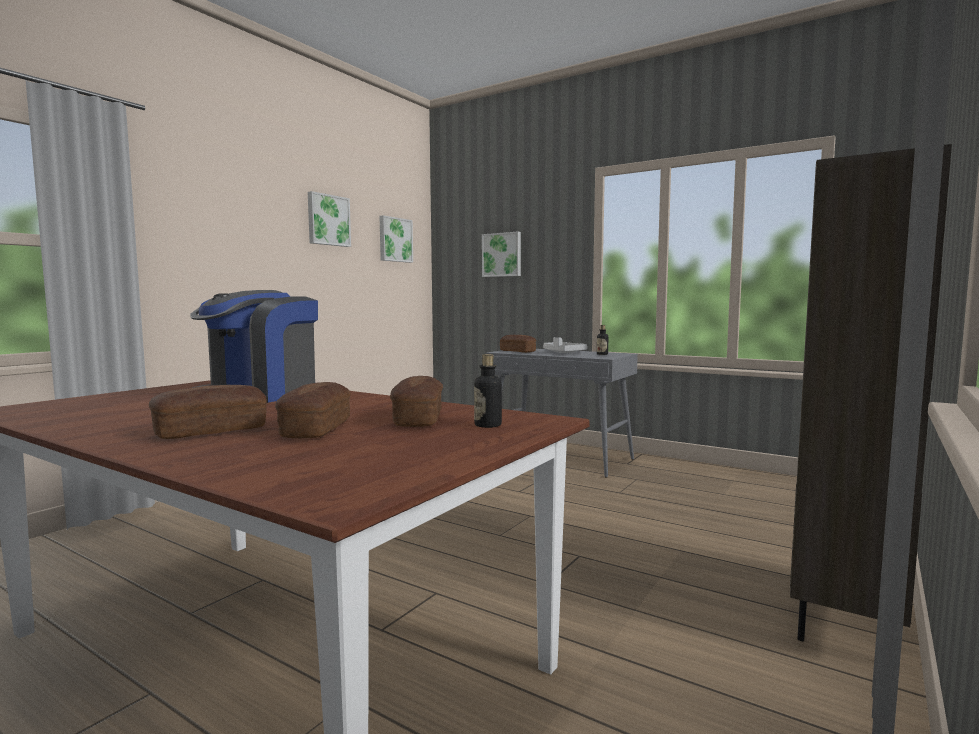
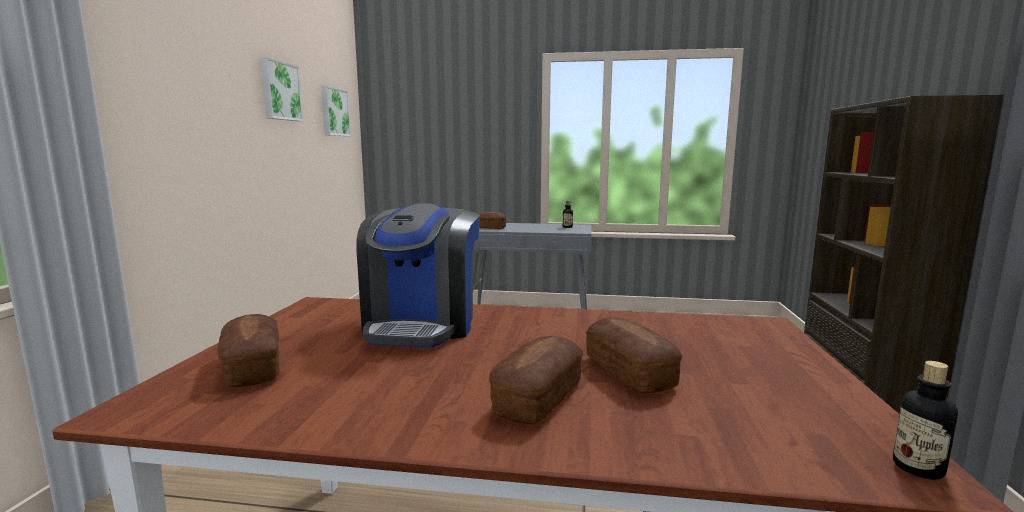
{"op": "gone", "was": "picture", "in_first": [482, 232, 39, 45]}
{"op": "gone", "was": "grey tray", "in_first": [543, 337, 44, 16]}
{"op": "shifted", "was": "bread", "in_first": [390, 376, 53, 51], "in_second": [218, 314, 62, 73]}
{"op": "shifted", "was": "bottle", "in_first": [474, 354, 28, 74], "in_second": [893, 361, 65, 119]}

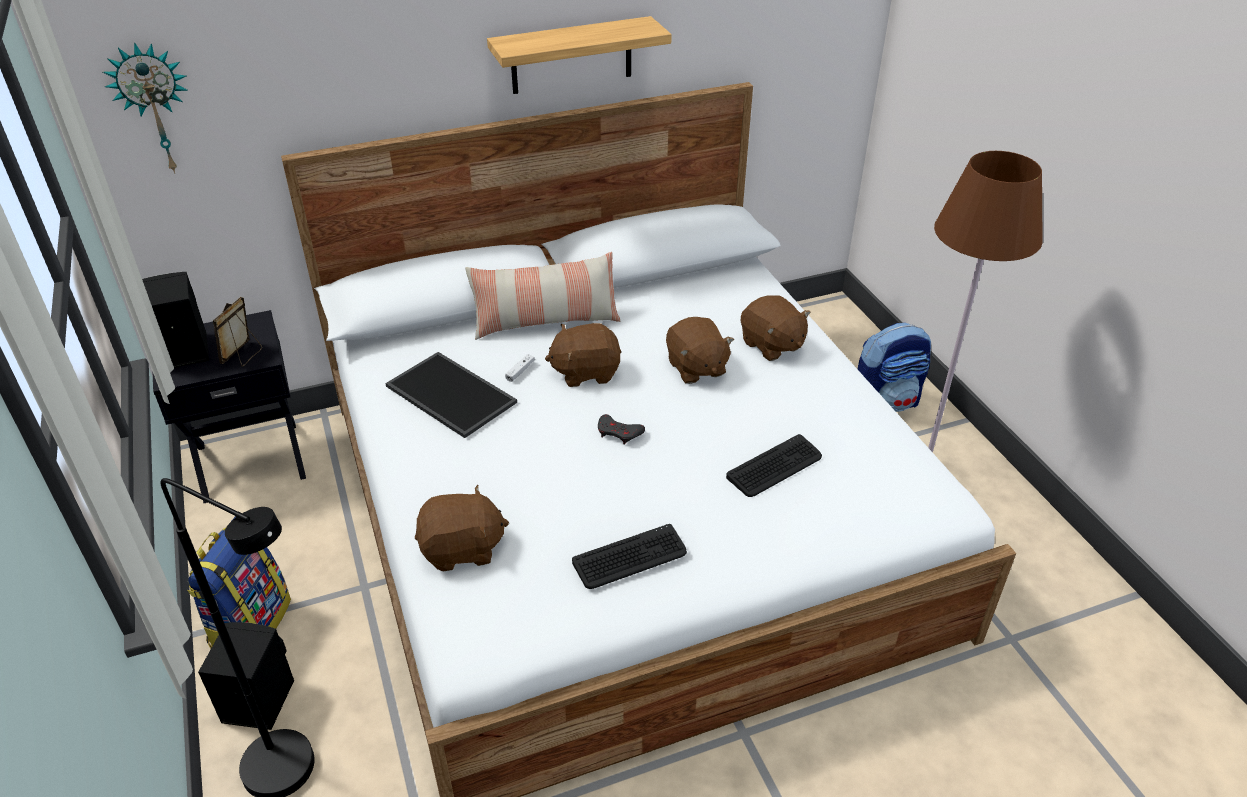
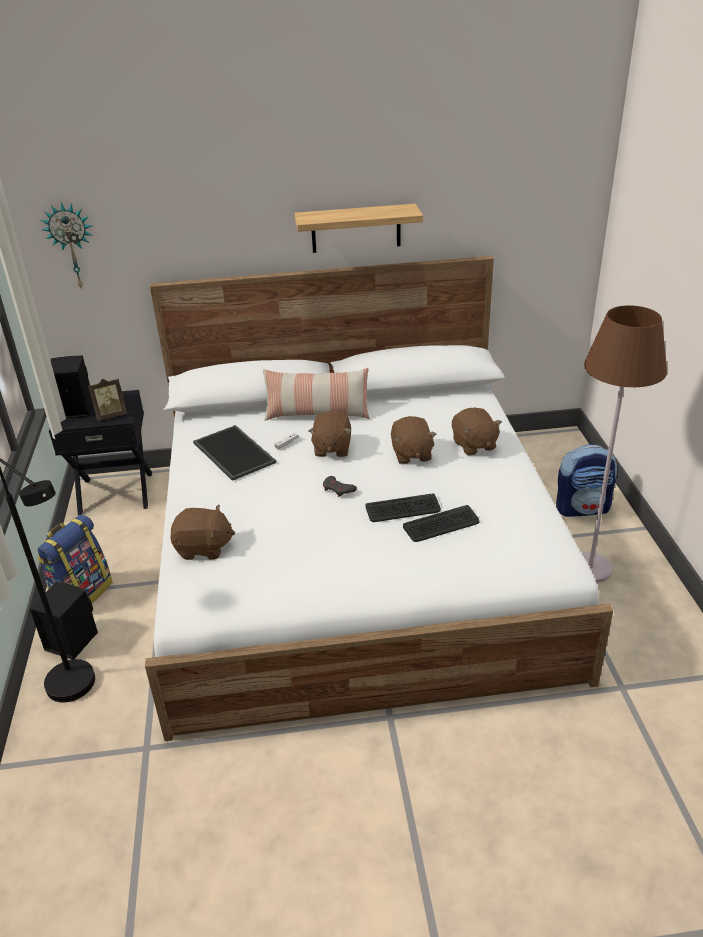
{"op": "shifted", "was": "keyboard", "in_first": [572, 524, 115, 65], "in_second": [366, 493, 75, 29]}
{"op": "rotated", "was": "picture frame", "in_first": [213, 297, 49, 69], "in_second": [88, 378, 39, 43], "clockwise": -150}
{"op": "rotated", "was": "brown plush toy", "in_first": [545, 323, 76, 64], "in_second": [308, 411, 43, 46], "clockwise": -90}

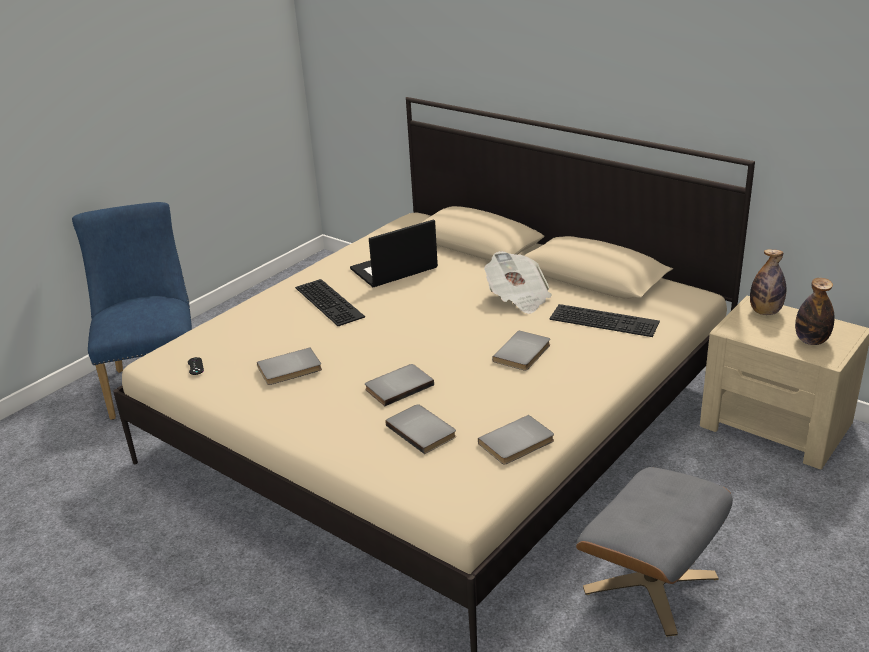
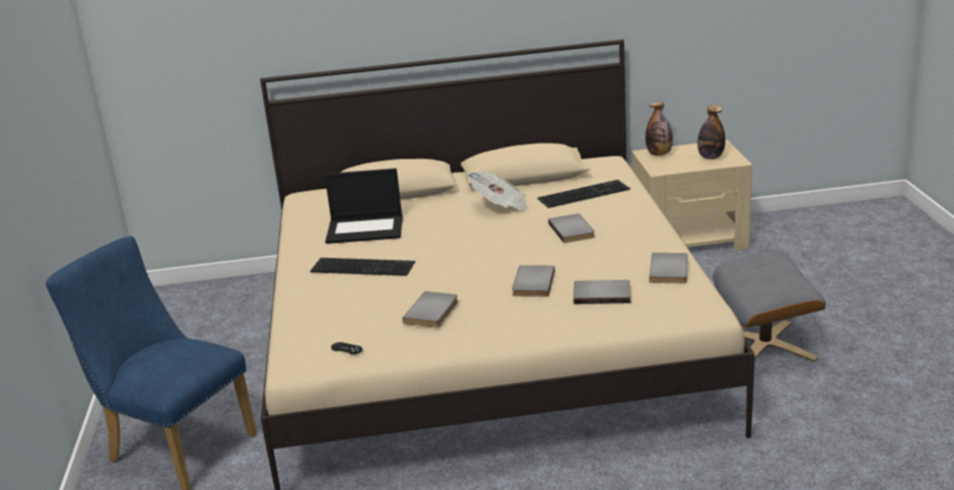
{"op": "rotated", "was": "laptop", "in_first": [350, 219, 88, 68], "in_second": [325, 168, 78, 76], "clockwise": -105}

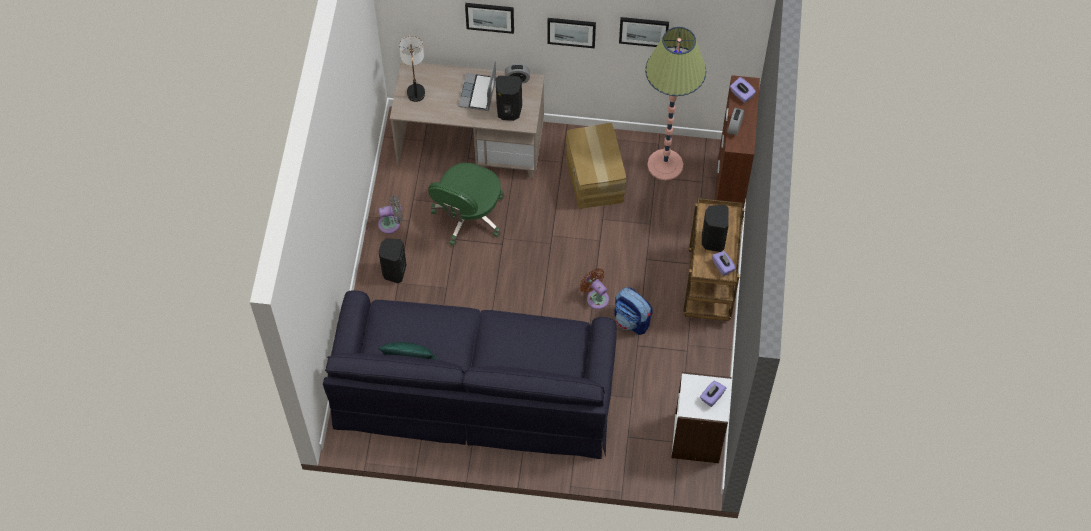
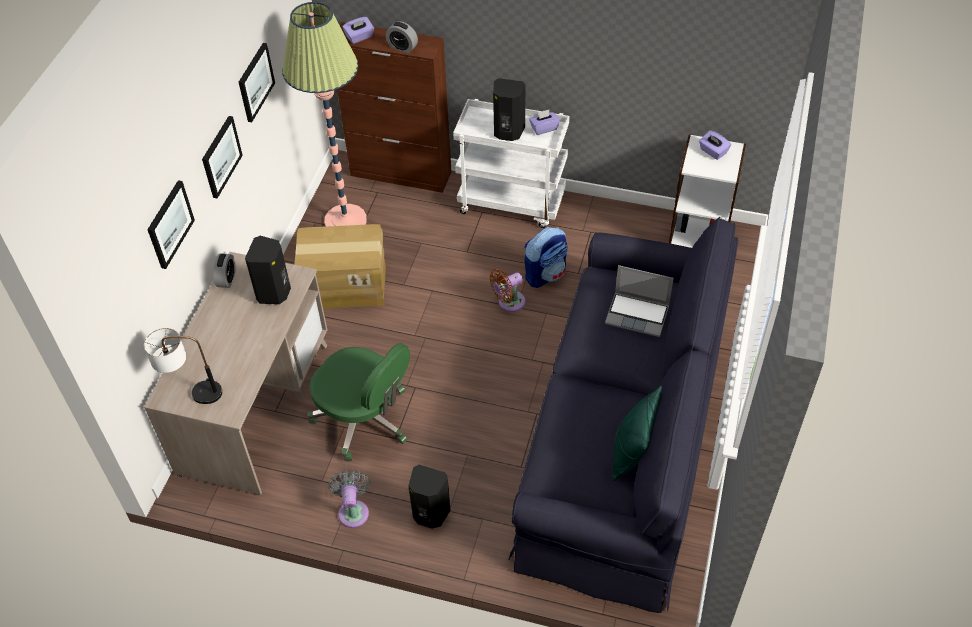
{"op": "shifted", "was": "laptop", "in_first": [458, 60, 38, 51], "in_second": [605, 265, 69, 72]}
{"op": "repainted", "was": "brown cart", "now": "white cart", "in_first": [683, 198, 62, 123], "in_second": [453, 99, 116, 129]}

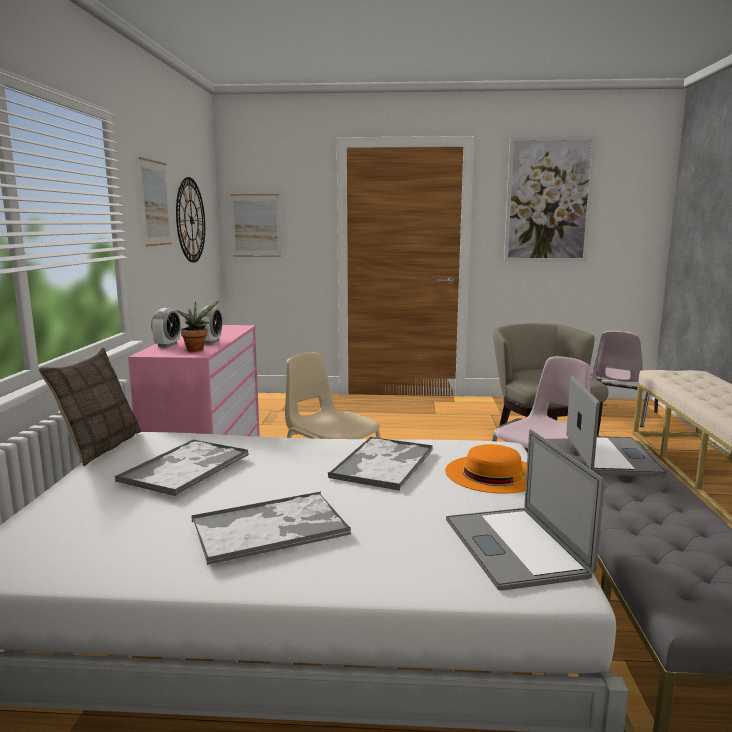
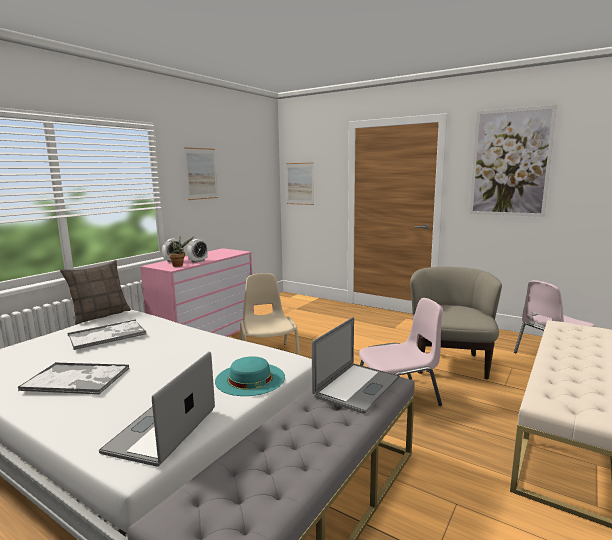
{"op": "gone", "was": "wall clock", "in_first": [176, 177, 29, 86]}
{"op": "gone", "was": "tray", "in_first": [328, 437, 105, 54]}
{"op": "repainted", "was": "orange hat", "now": "turquoise hat", "in_first": [445, 444, 82, 50], "in_second": [215, 356, 70, 40]}

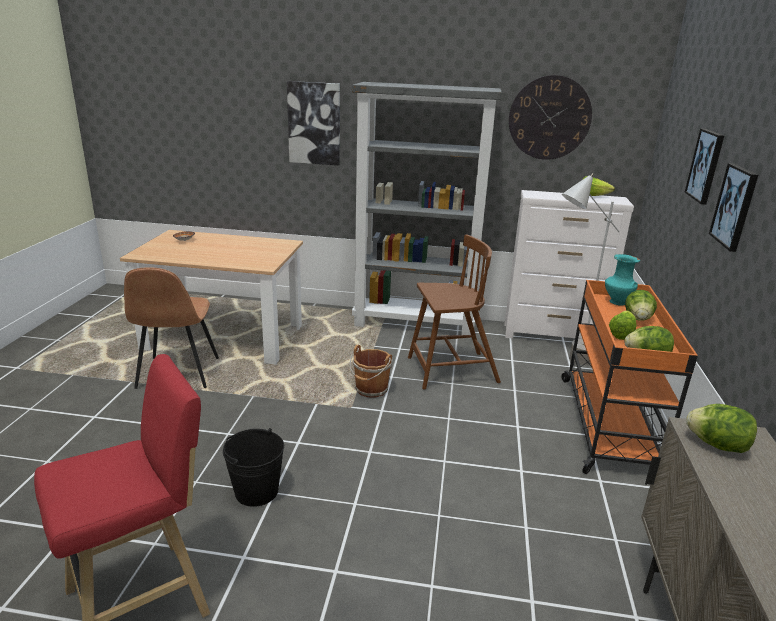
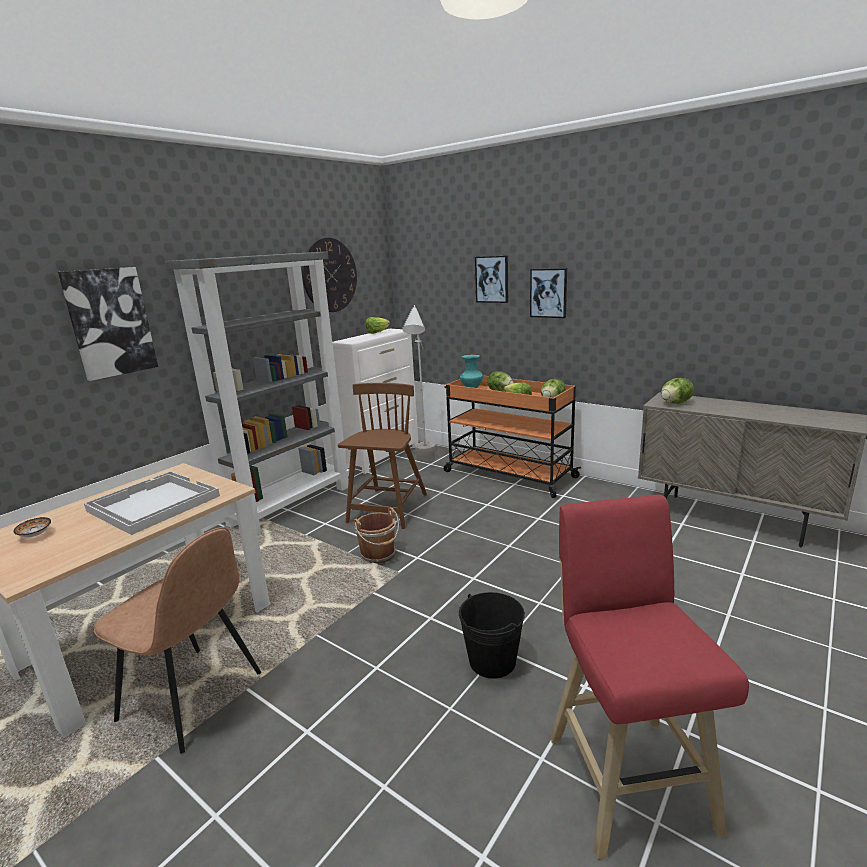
{"op": "new", "now": "white tray", "in_second": [84, 471, 136, 64]}

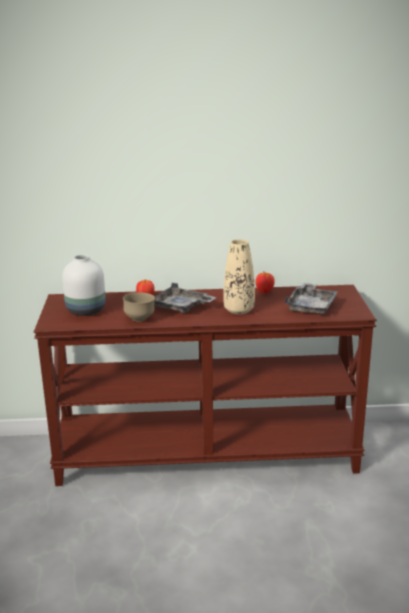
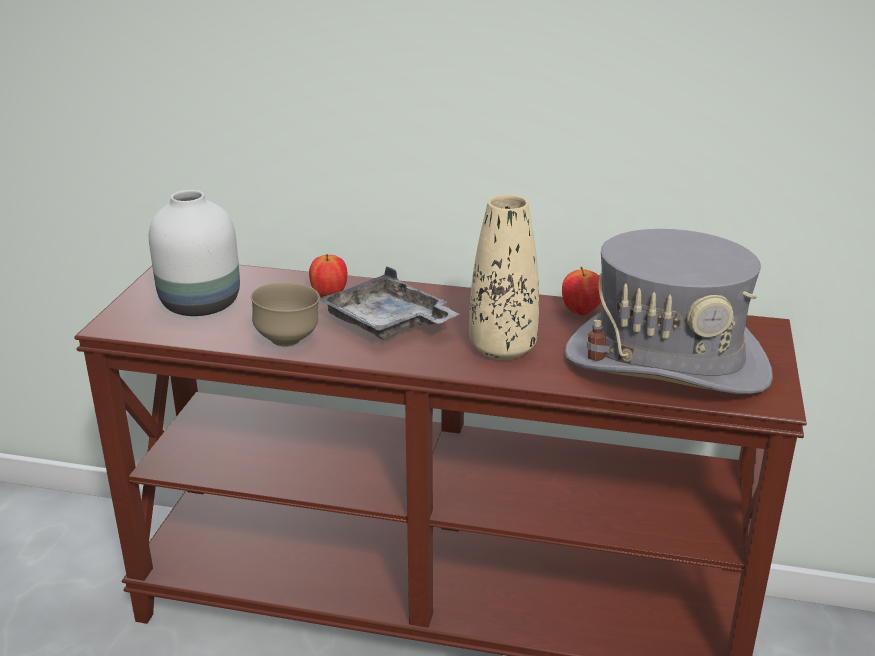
{"op": "swapped", "was": "grey tray", "now": "grey hat", "in_first": [285, 283, 53, 31], "in_second": [564, 229, 209, 165]}

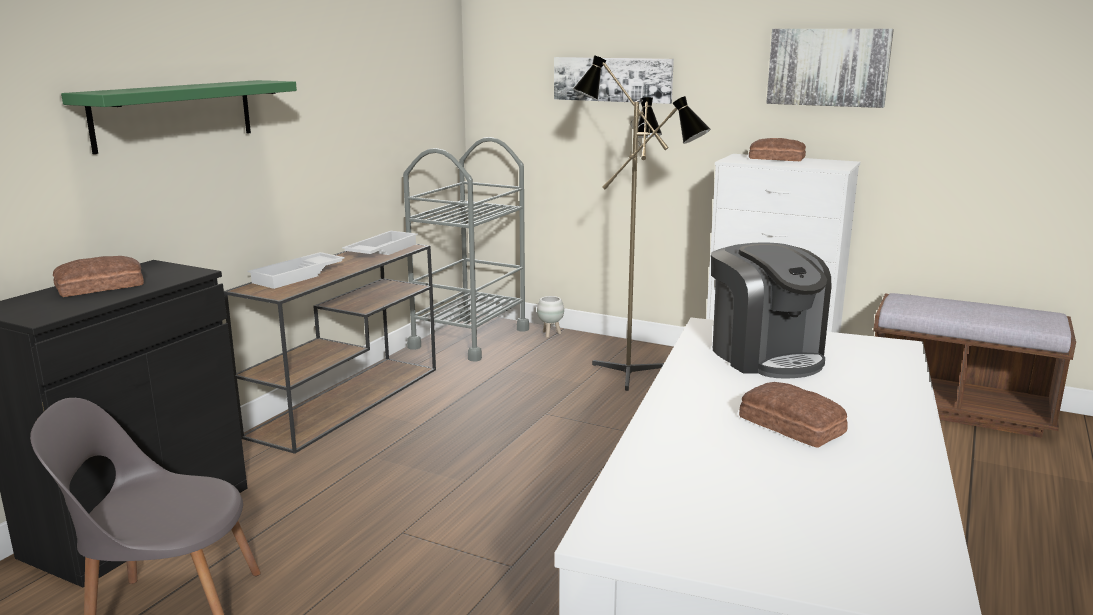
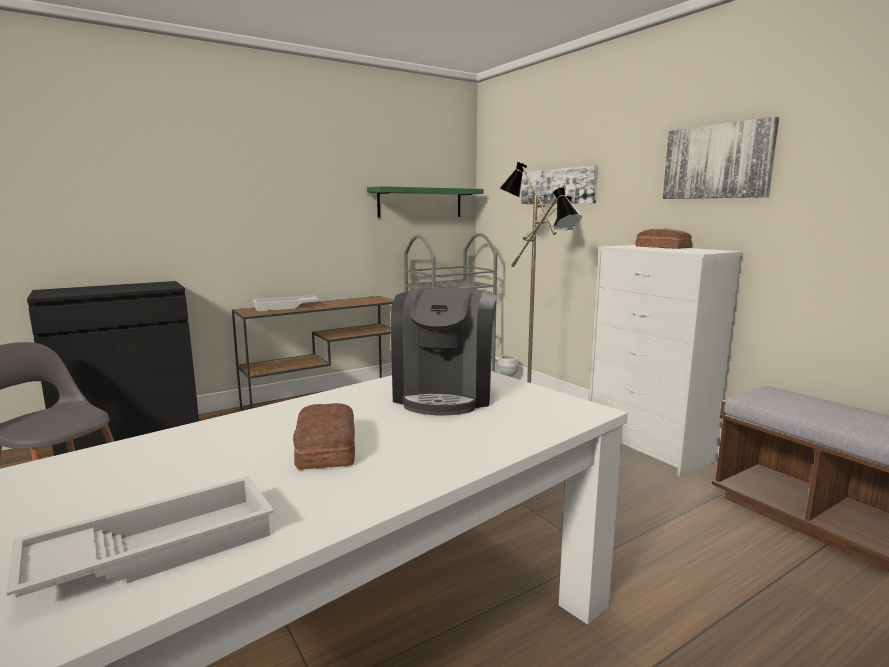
{"op": "gone", "was": "bread", "in_first": [53, 256, 91, 41]}
{"op": "shifted", "was": "green shelf", "in_first": [61, 80, 236, 74], "in_second": [367, 186, 117, 31]}
{"op": "shifted", "was": "white tray", "in_first": [342, 231, 76, 24], "in_second": [6, 476, 268, 122]}

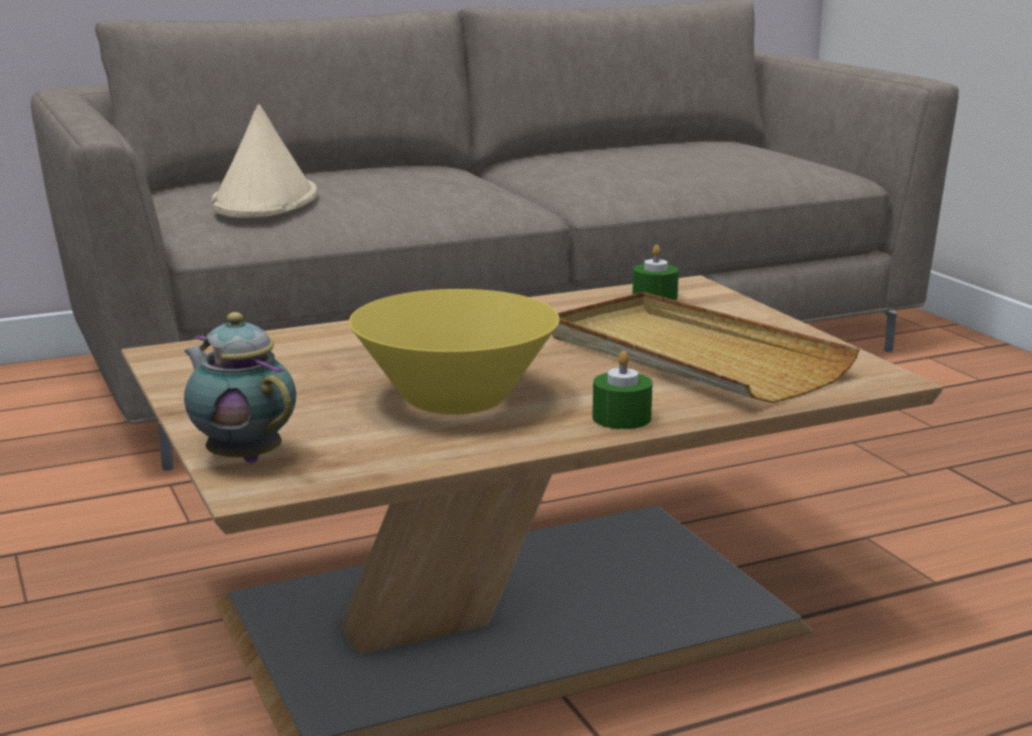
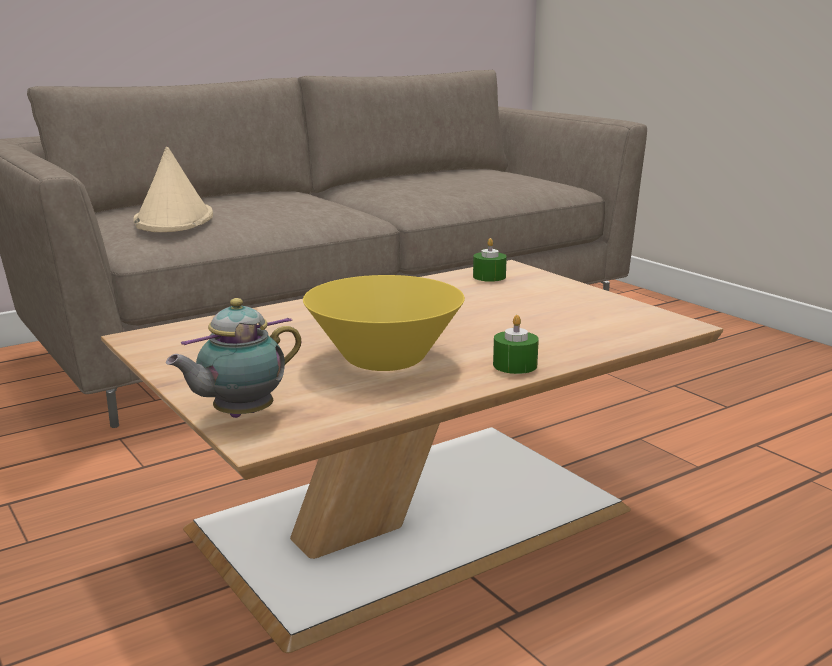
{"op": "gone", "was": "beige tray", "in_first": [552, 292, 308, 111]}
{"op": "rotated", "was": "teapot", "in_first": [184, 312, 112, 151], "in_second": [166, 298, 136, 120], "clockwise": -75}

